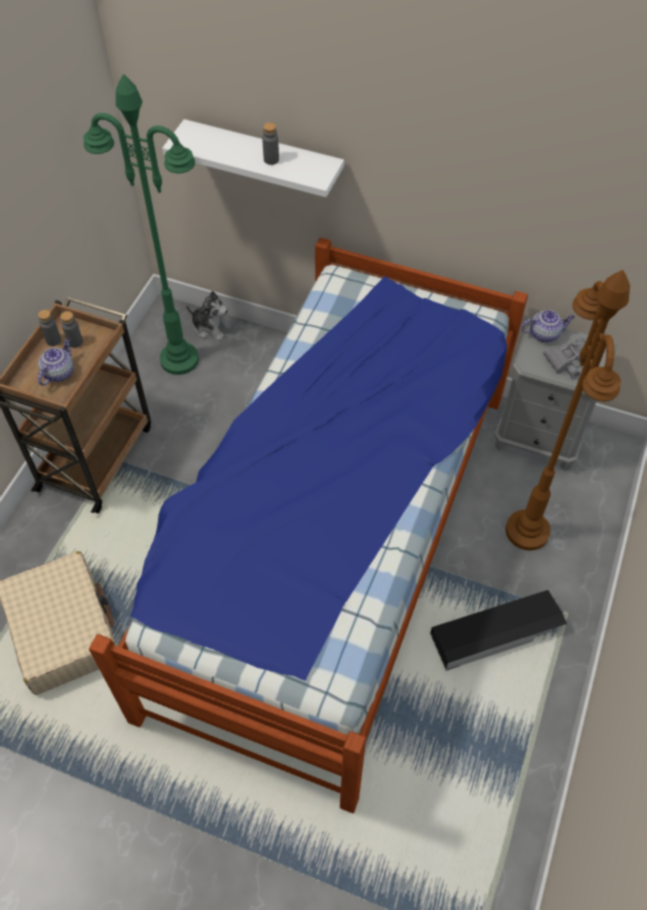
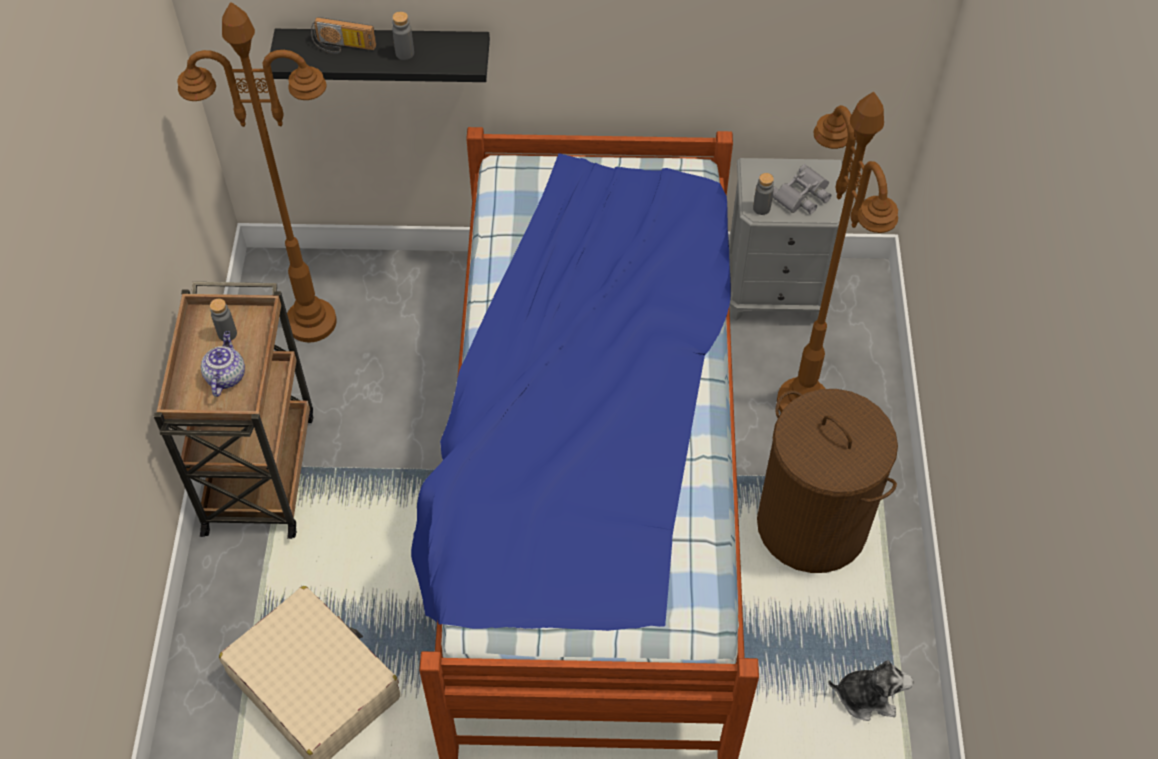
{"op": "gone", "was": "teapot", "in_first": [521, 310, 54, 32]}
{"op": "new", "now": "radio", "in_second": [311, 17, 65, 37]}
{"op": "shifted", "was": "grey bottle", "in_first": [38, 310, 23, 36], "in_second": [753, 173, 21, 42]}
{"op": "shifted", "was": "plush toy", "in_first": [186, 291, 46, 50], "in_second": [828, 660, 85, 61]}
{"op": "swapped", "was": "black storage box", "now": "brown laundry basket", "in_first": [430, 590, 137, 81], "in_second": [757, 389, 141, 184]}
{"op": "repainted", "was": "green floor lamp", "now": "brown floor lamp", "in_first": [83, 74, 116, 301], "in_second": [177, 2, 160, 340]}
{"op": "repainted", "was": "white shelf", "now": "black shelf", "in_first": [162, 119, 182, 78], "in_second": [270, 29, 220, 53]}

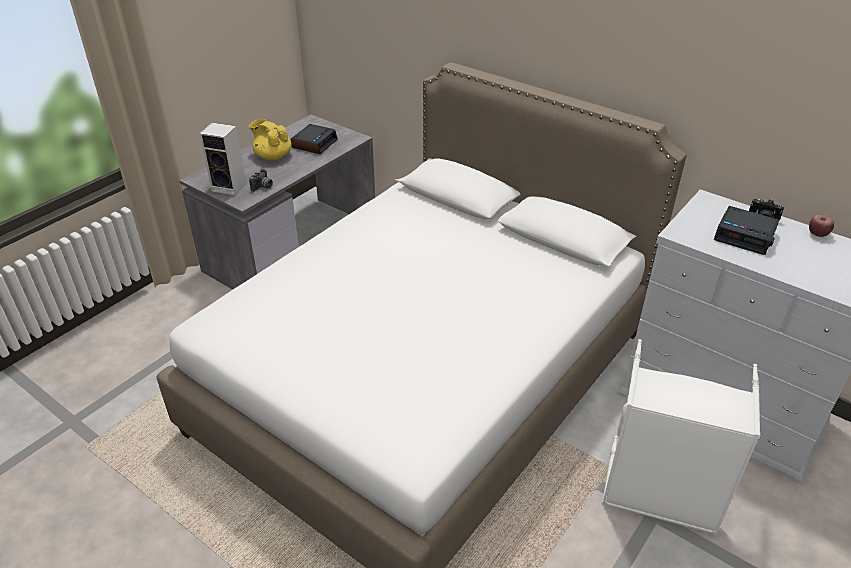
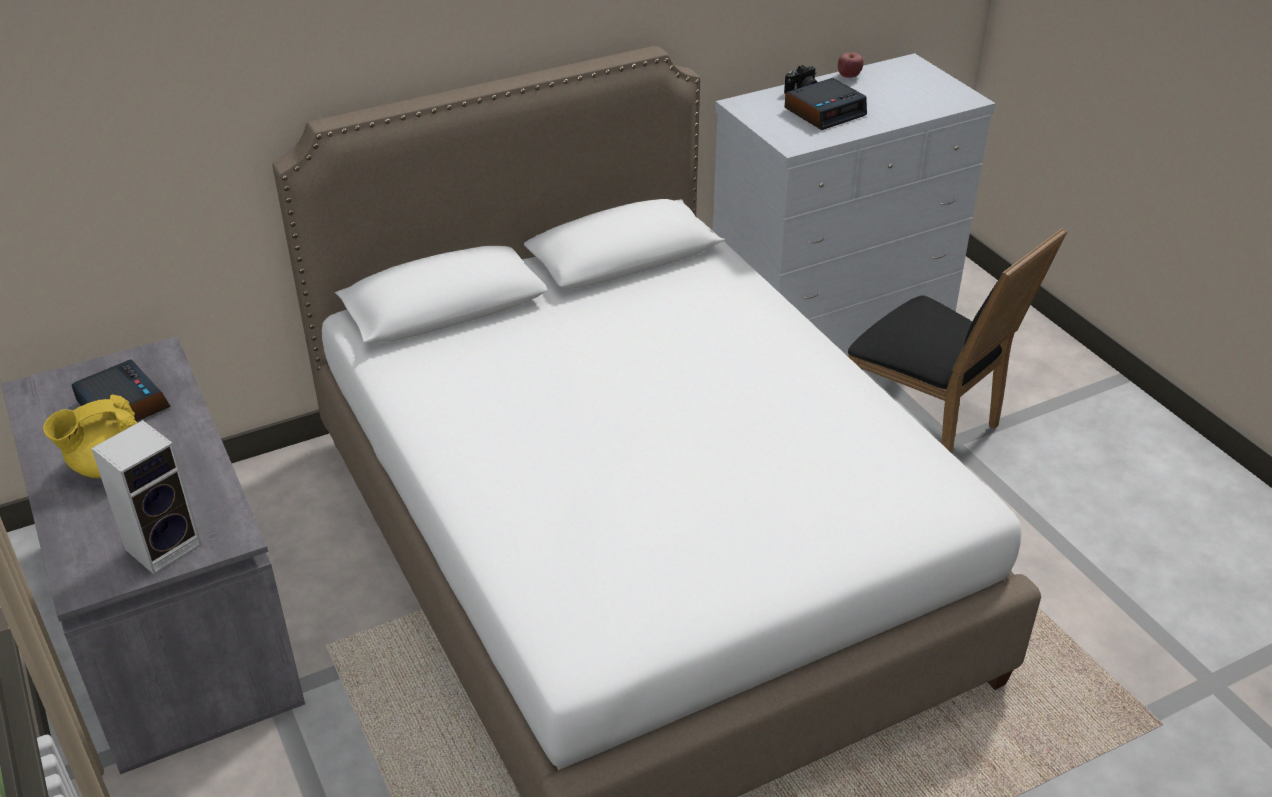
{"op": "gone", "was": "photo camera", "in_first": [249, 168, 24, 24]}
{"op": "swapped", "was": "white laundry basket", "now": "black chair", "in_first": [602, 339, 158, 196], "in_second": [848, 228, 219, 225]}

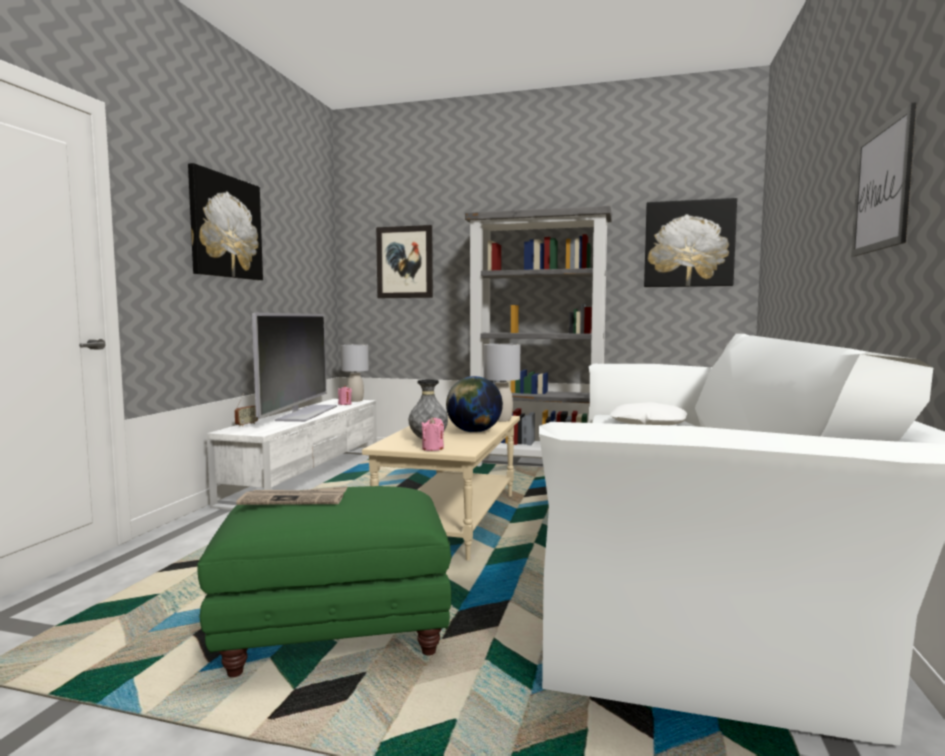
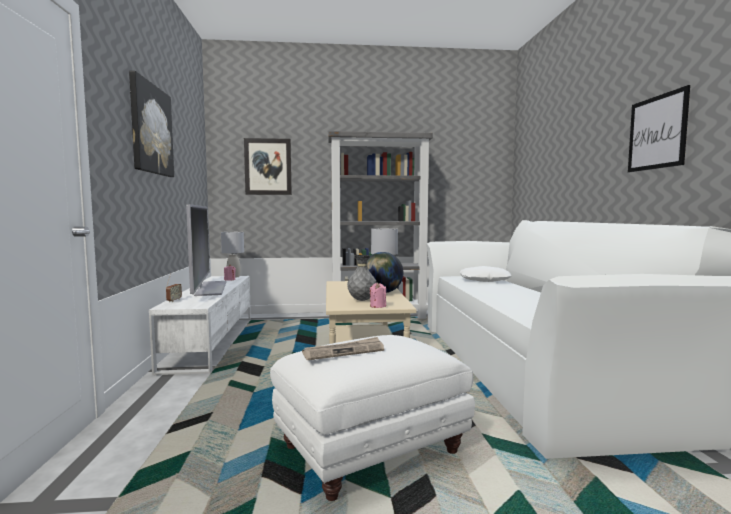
{"op": "gone", "was": "picture", "in_first": [644, 198, 93, 89]}
{"op": "repainted", "was": "green ottoman", "now": "white ottoman", "in_first": [197, 486, 254, 191], "in_second": [270, 335, 205, 166]}

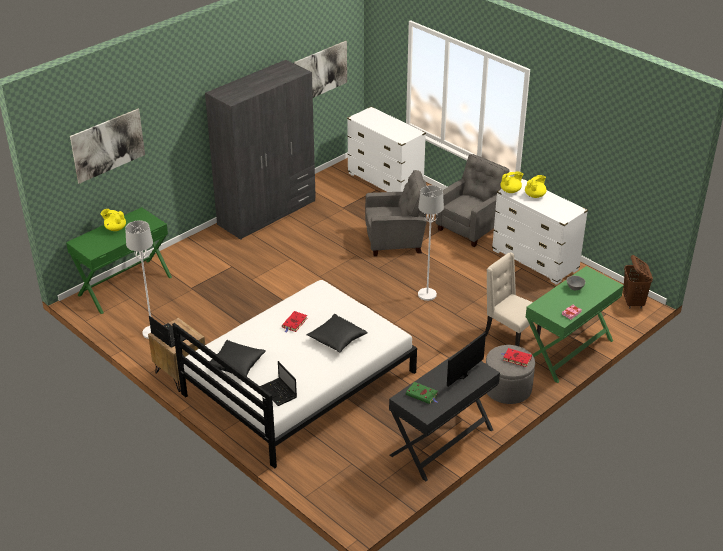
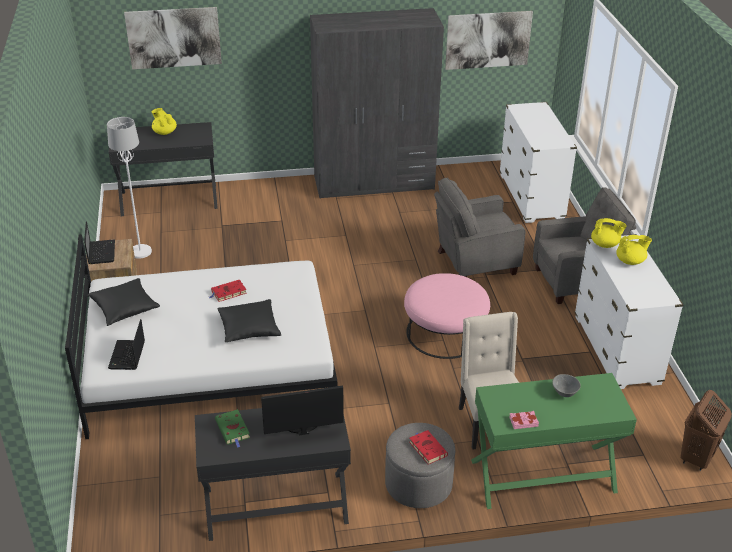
{"op": "swapped", "was": "white floor lamp", "now": "pink ottoman", "in_first": [418, 185, 26, 116], "in_second": [404, 273, 86, 86]}
{"op": "repainted", "was": "green desk", "now": "black desk", "in_first": [66, 207, 106, 107], "in_second": [109, 122, 109, 94]}
{"op": "rotated", "was": "grey armchair", "in_first": [365, 170, 62, 87], "in_second": [434, 177, 92, 100], "clockwise": 135}

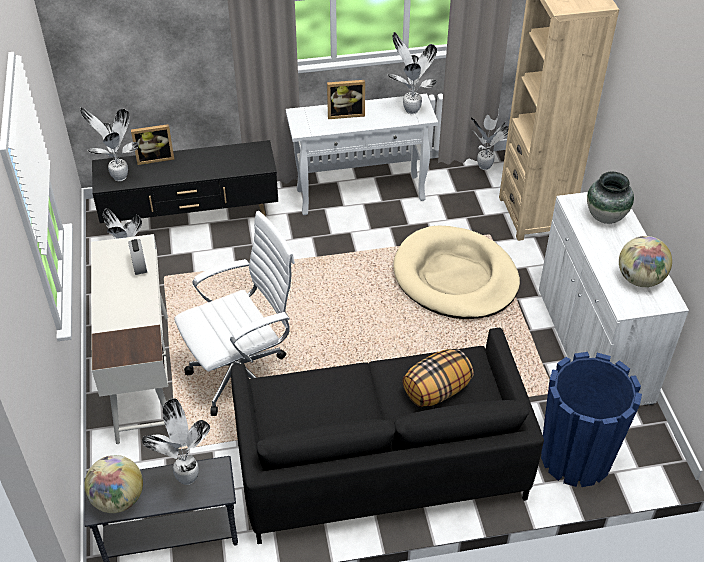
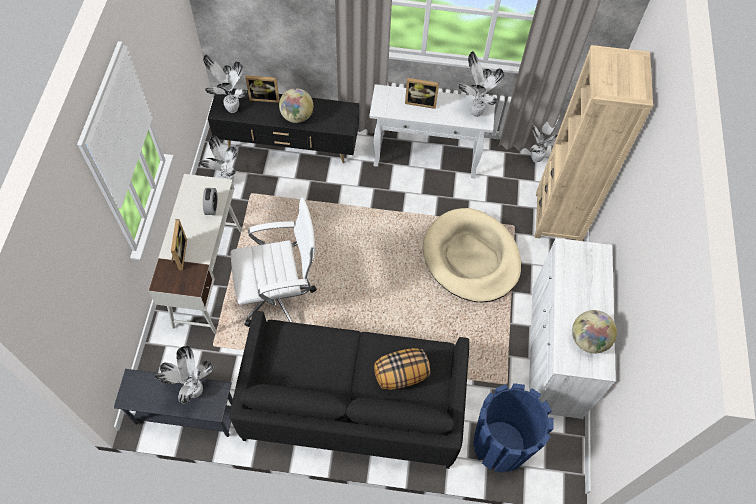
{"op": "gone", "was": "vase", "in_first": [587, 172, 47, 52]}
{"op": "new", "now": "picture frame", "in_second": [171, 219, 16, 51]}
{"op": "shifted", "was": "globe", "in_first": [84, 455, 59, 58], "in_second": [279, 88, 34, 35]}

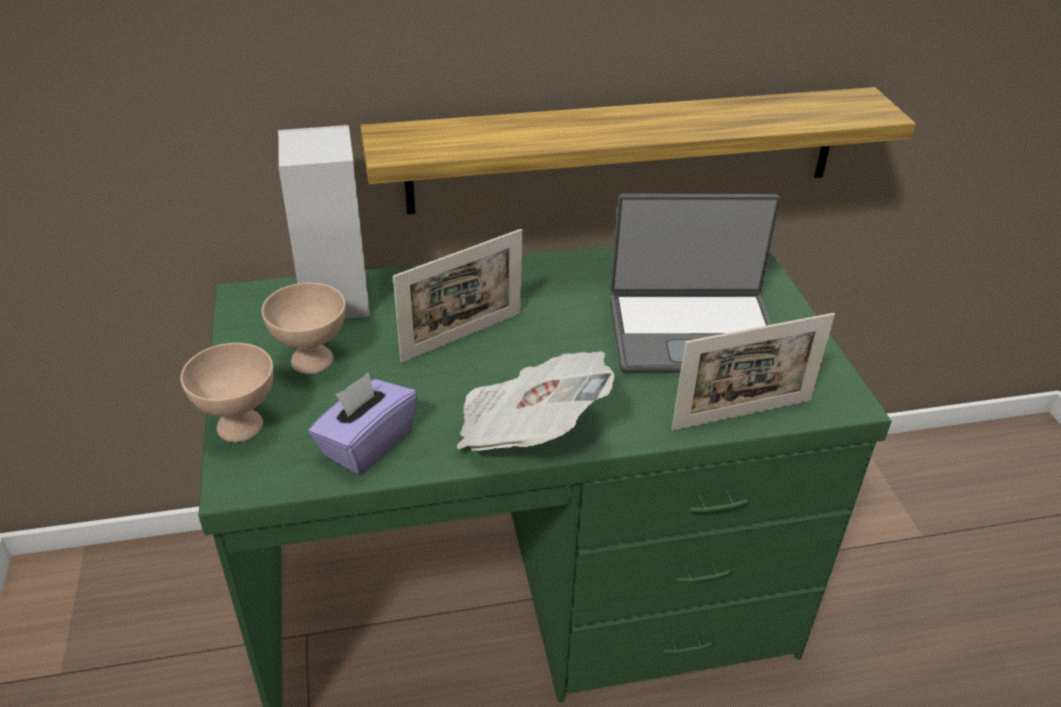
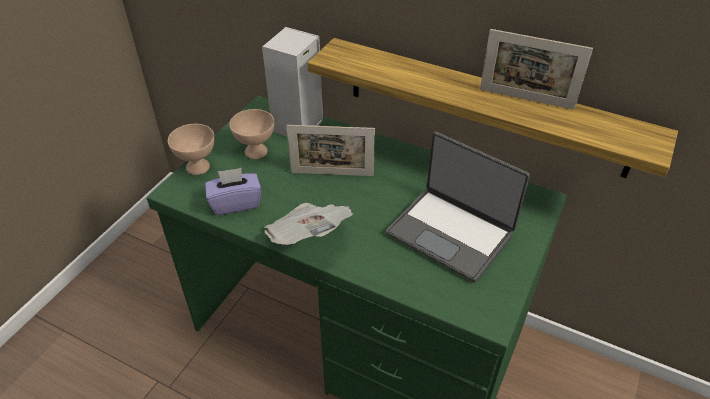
{"op": "shifted", "was": "picture frame", "in_first": [672, 313, 163, 118], "in_second": [480, 29, 113, 81]}

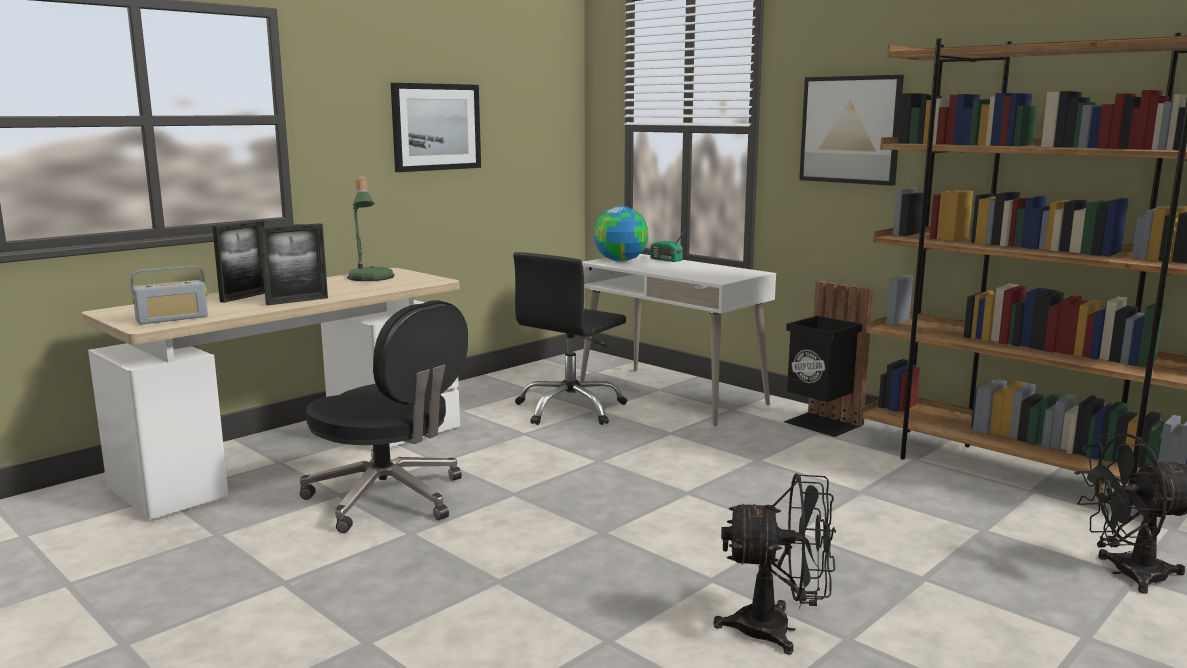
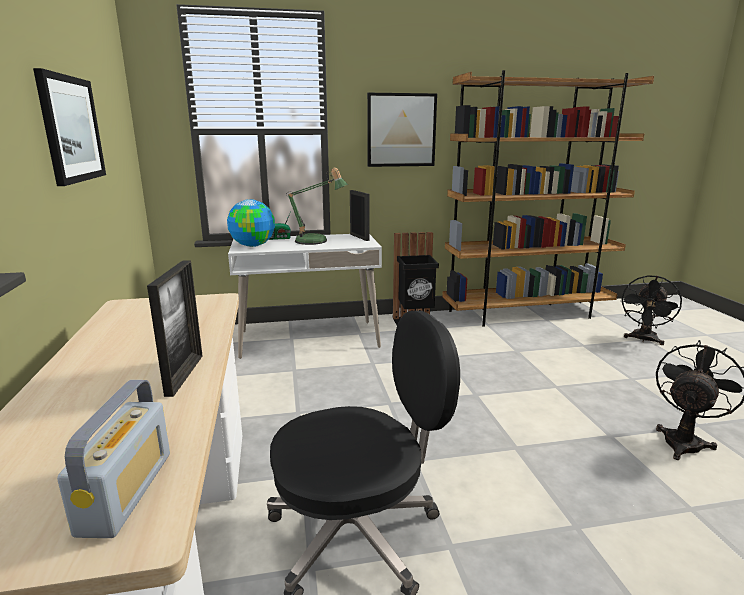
{"op": "gone", "was": "black office chair", "in_first": [513, 252, 114, 173]}
{"op": "shifted", "was": "picture frame", "in_first": [212, 220, 53, 83], "in_second": [350, 190, 19, 51]}
{"op": "shifted", "was": "table lamp", "in_first": [347, 176, 48, 105], "in_second": [286, 167, 62, 78]}

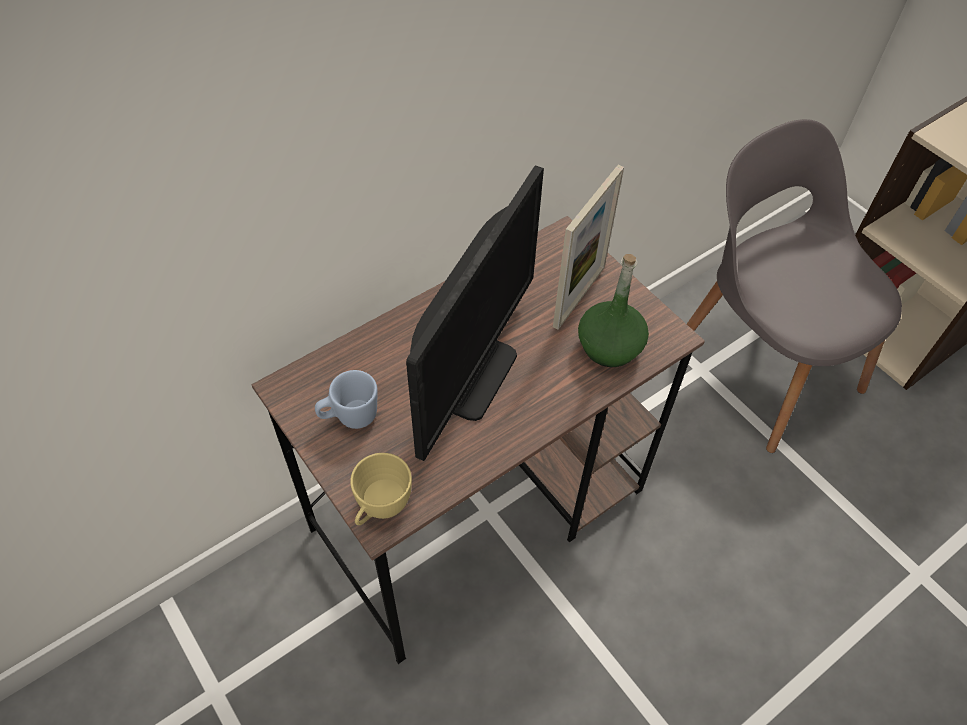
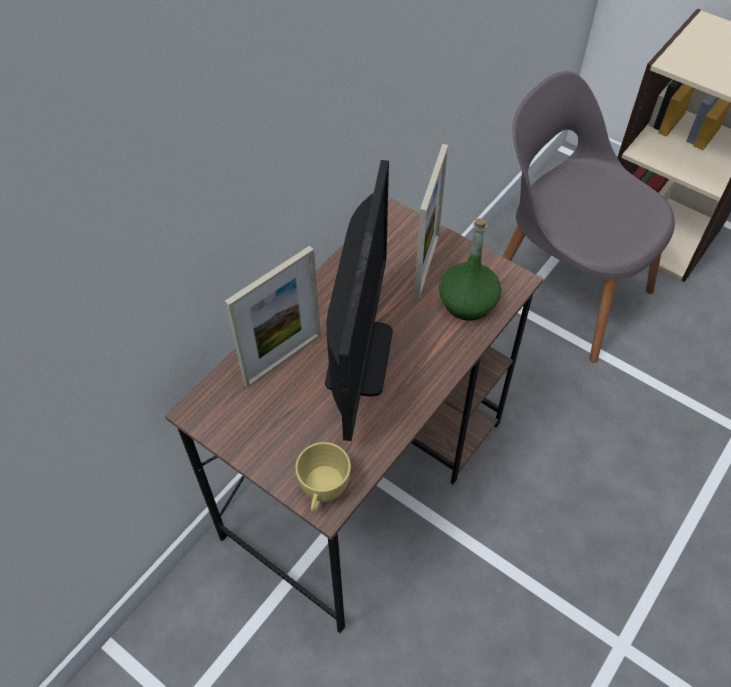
{"op": "gone", "was": "blue mug", "in_first": [315, 370, 63, 59]}
{"op": "new", "now": "picture frame", "in_second": [225, 246, 96, 142]}

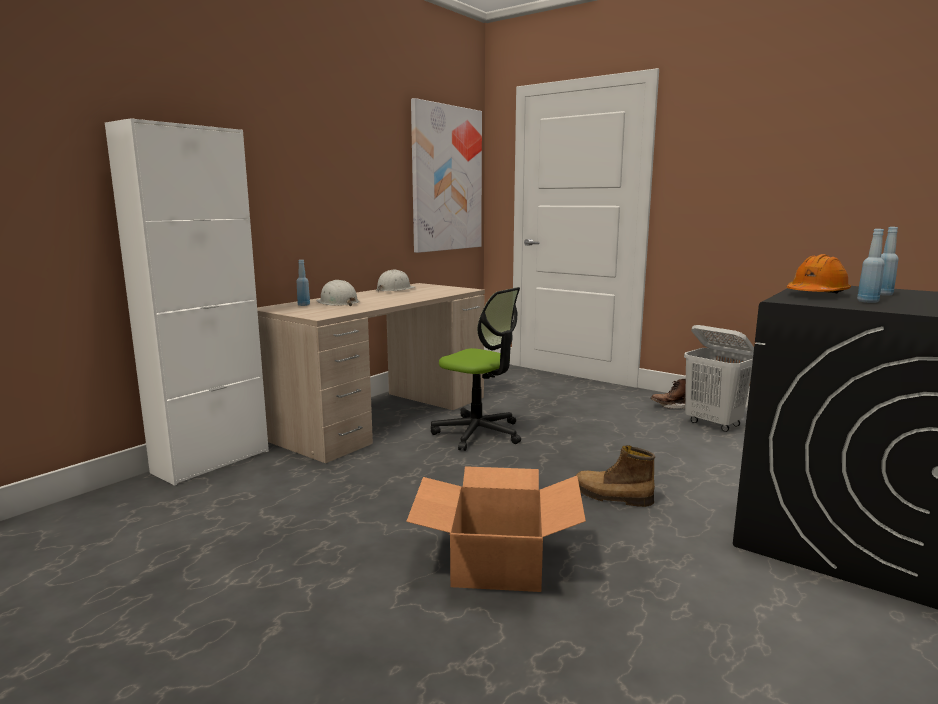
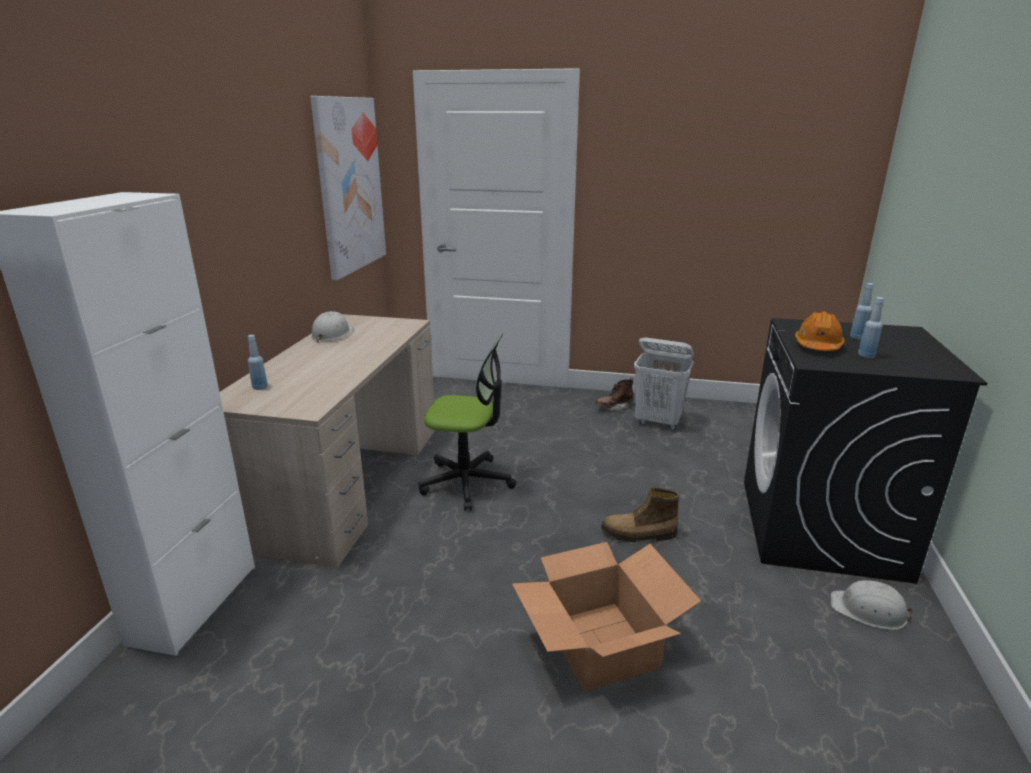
{"op": "shifted", "was": "white hard hat", "in_first": [316, 280, 43, 26], "in_second": [830, 580, 84, 50]}

